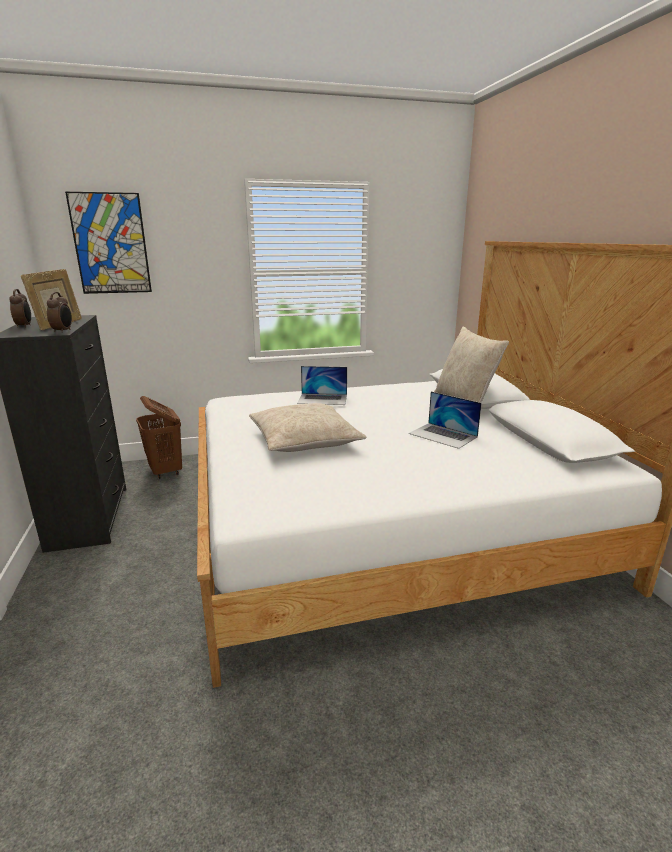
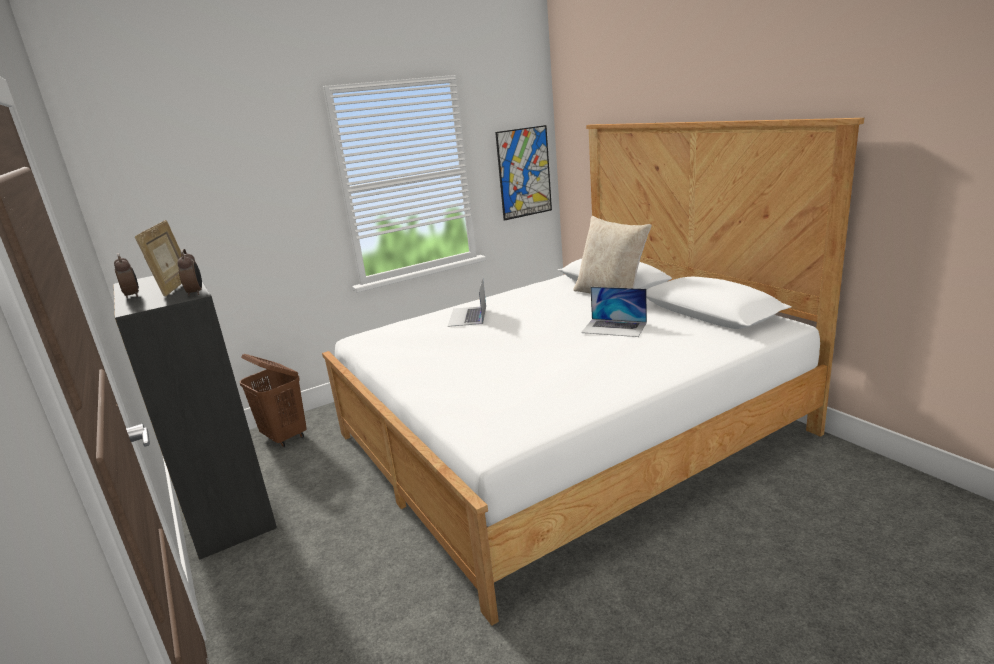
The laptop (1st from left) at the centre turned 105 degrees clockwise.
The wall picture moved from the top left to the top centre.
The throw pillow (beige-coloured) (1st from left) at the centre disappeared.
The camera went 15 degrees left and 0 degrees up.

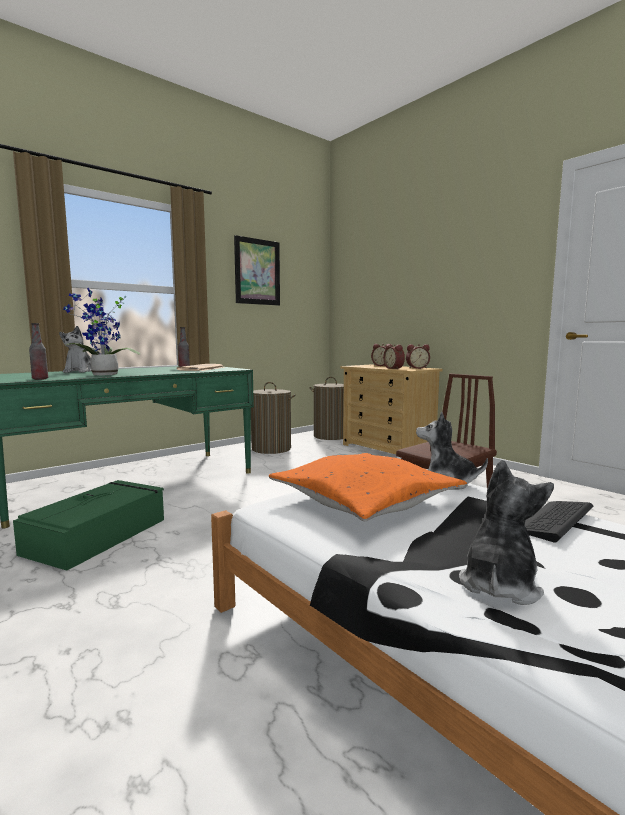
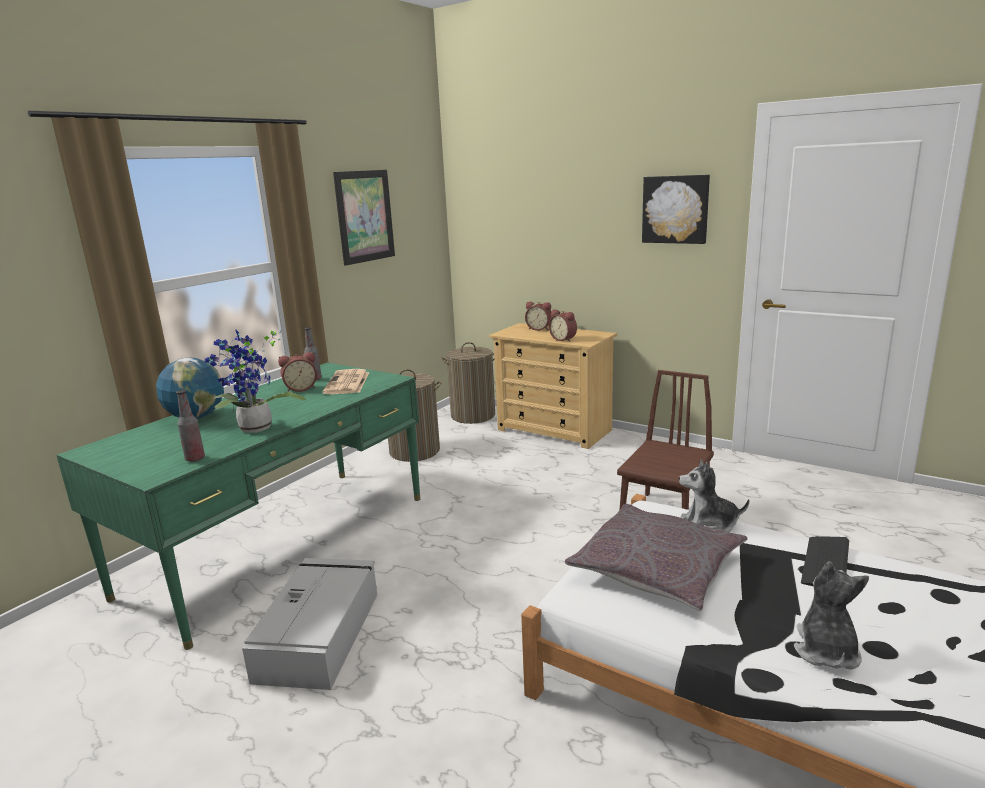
The soft toy (1st from left) at the middle left was replaced by the globe at the middle left.
The storage bin (greenish) at the middle left became the storage bin (greyish) at the bottom left.
The bedside clock (3rd from left in the first image) moved from the middle right to the middle left.
The throw pillow (orangey) at the centre became the throw pillow (greyish) at the bottom centre.
The wall picture (2nd from left) at the top right appeared.
The camera went 15 degrees left and 10 degrees up.

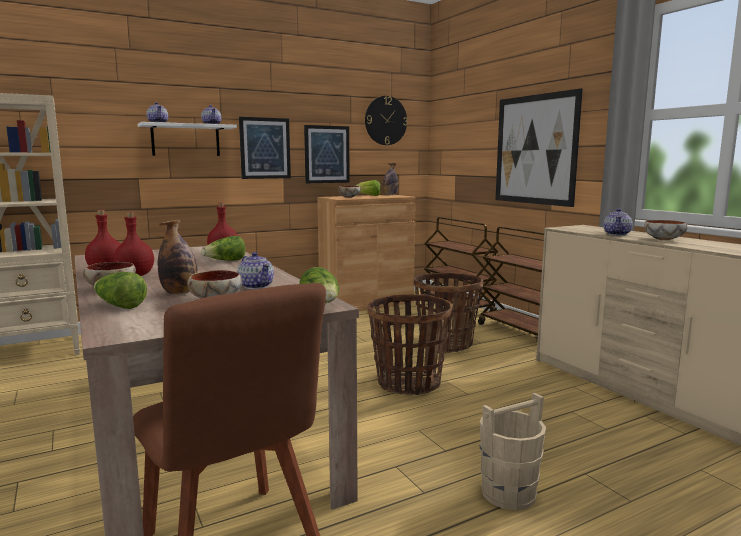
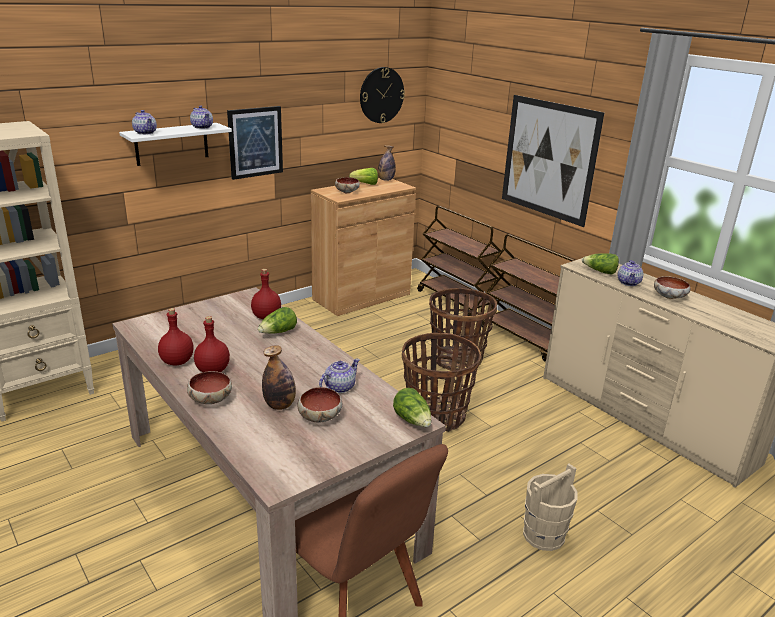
The pot for tea (3rd from left) at the centre turned 90 degrees counterclockwise.
The lettuce (1st from left in the first image) moved from the middle left to the middle right.
The wall picture (2nd from left) at the top centre disappeared.
The camera went 10 degrees left and 15 degrees up.

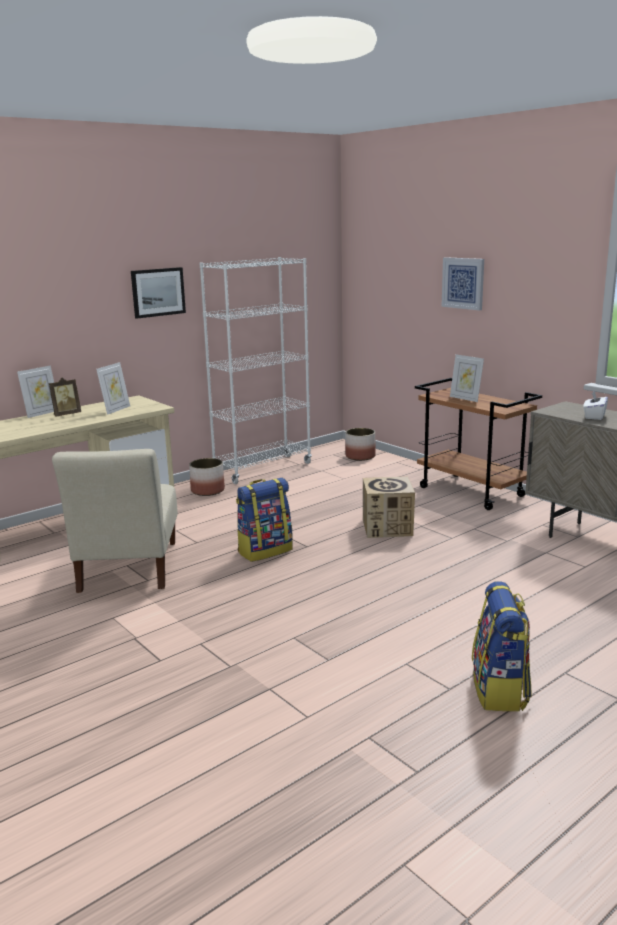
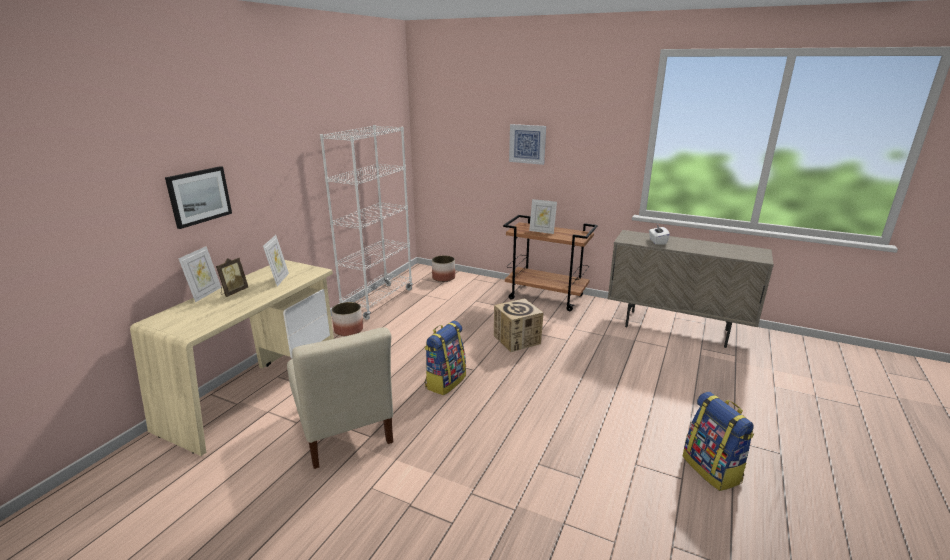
The wall picture (1st from left) moved from the top left to the middle left.
The camera went 25 degrees left and 5 degrees up.

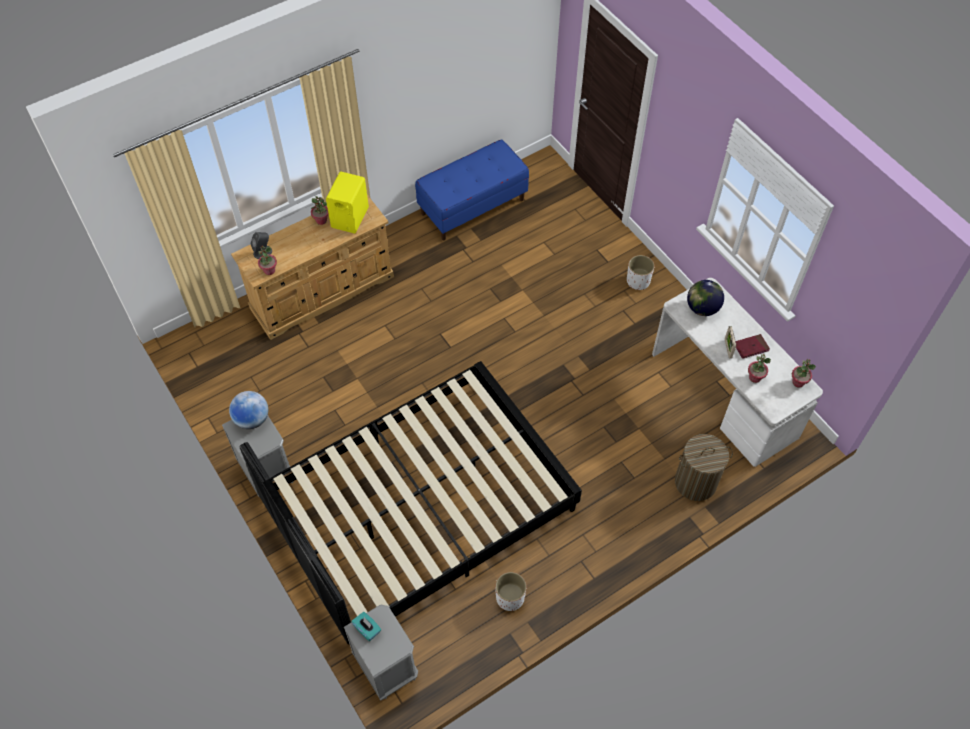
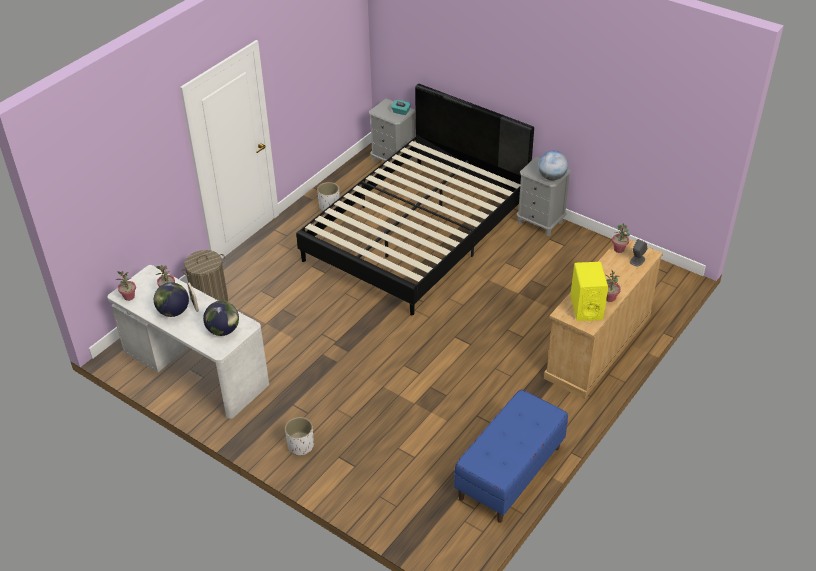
The book (red) at the middle right was replaced by the globe (1st from left) at the middle left.
The camera went 160 degrees right and 15 degrees down.

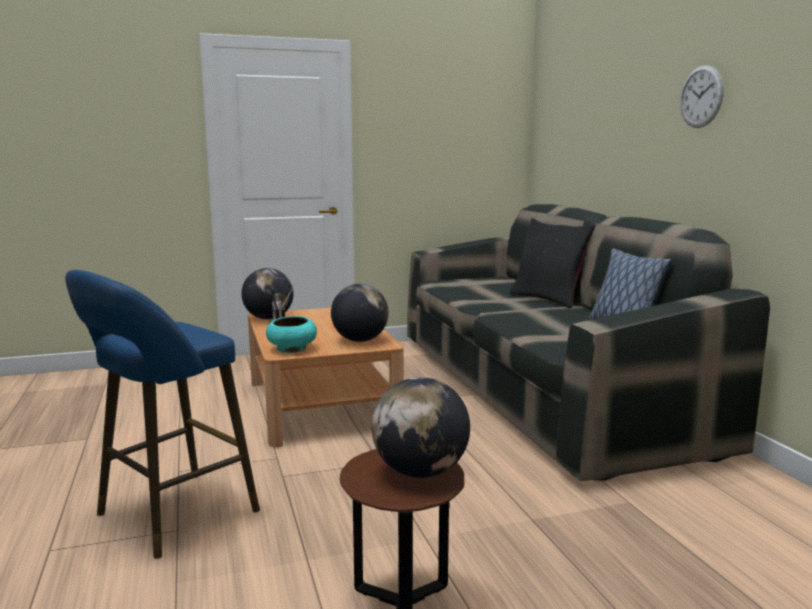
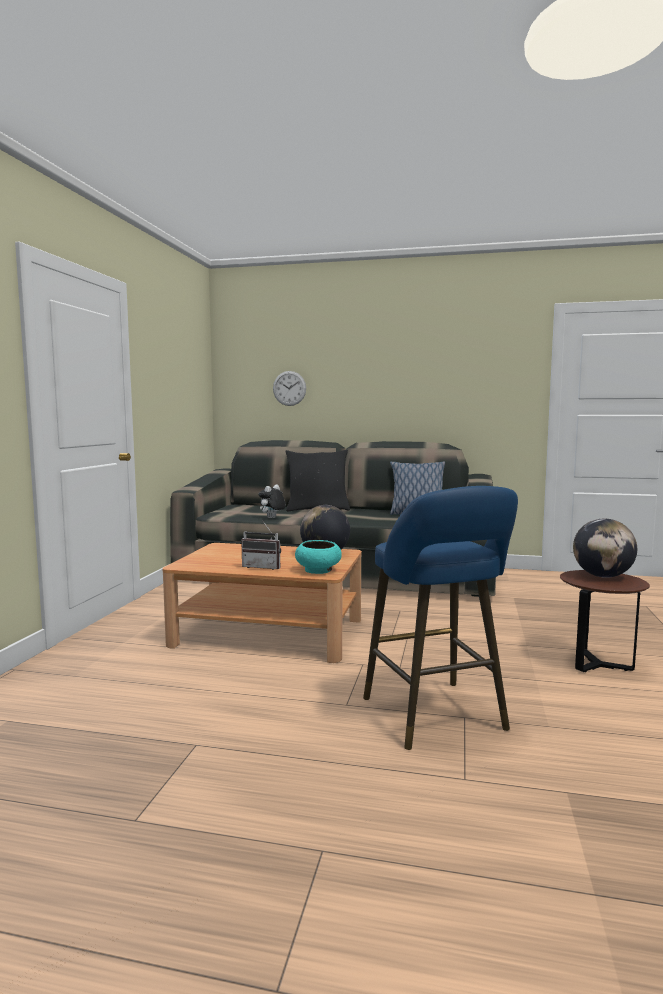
The soft toy at the centre appeared.
The wall clock moved from the top right to the centre.
The globe (1st from left) at the middle left disappeared.
The camera went 60 degrees left and 5 degrees down.

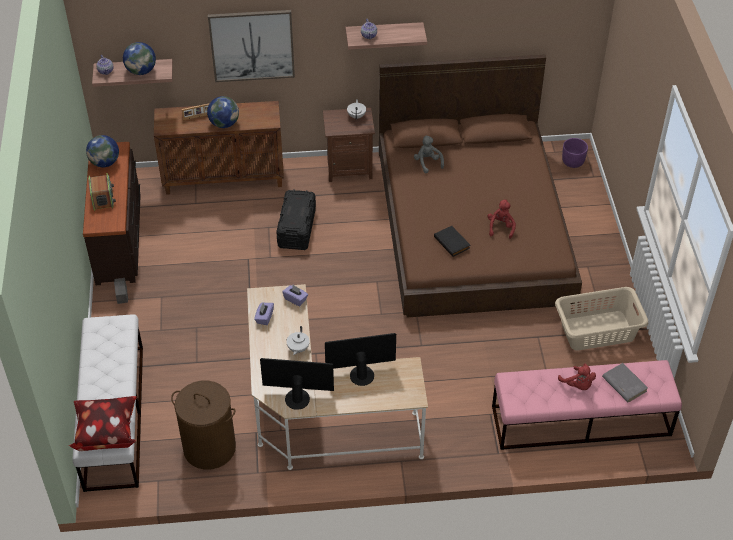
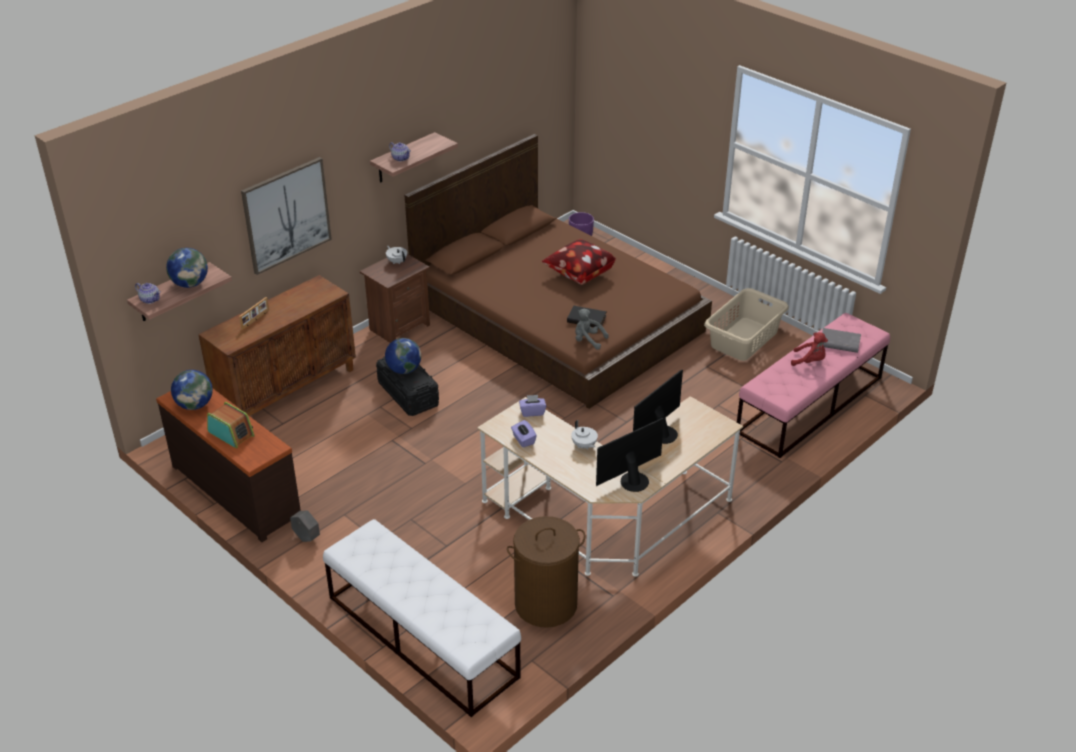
The globe (3rd from left) moved from the top left to the centre.
The throw pillow moved from the bottom left to the centre.
The soft toy (greyish) moved from the top centre to the centre.
The soft toy (red) (1st from left) at the middle right disappeared.
The camera went 40 degrees left and 10 degrees down.

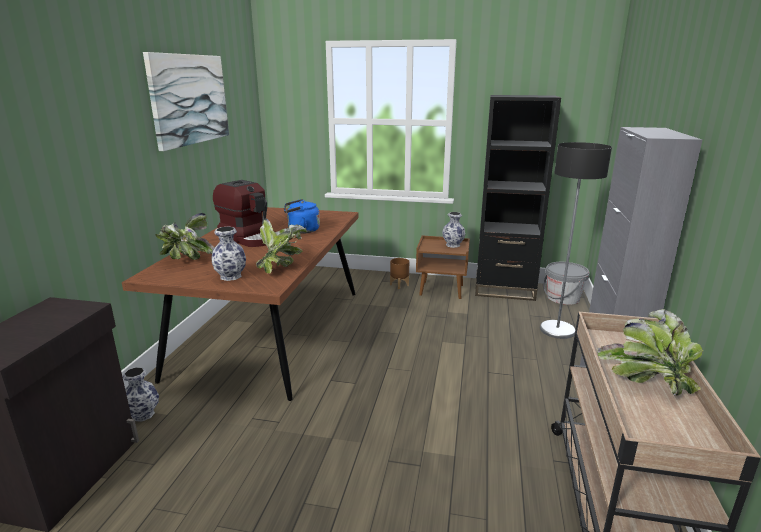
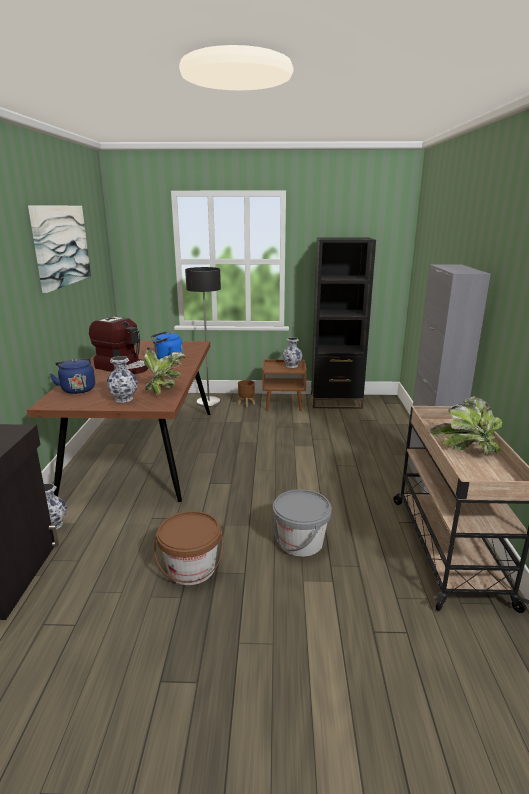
The houseplant (1st from left) at the middle left was replaced by the tea kettle (blue-coloured) (1st from left) at the middle left.
The pail (brownish) at the bottom centre appeared.
The standing lamp moved from the middle right to the centre.
The pail (greyish) moved from the middle right to the centre.
The camera went 10 degrees left and 0 degrees up.

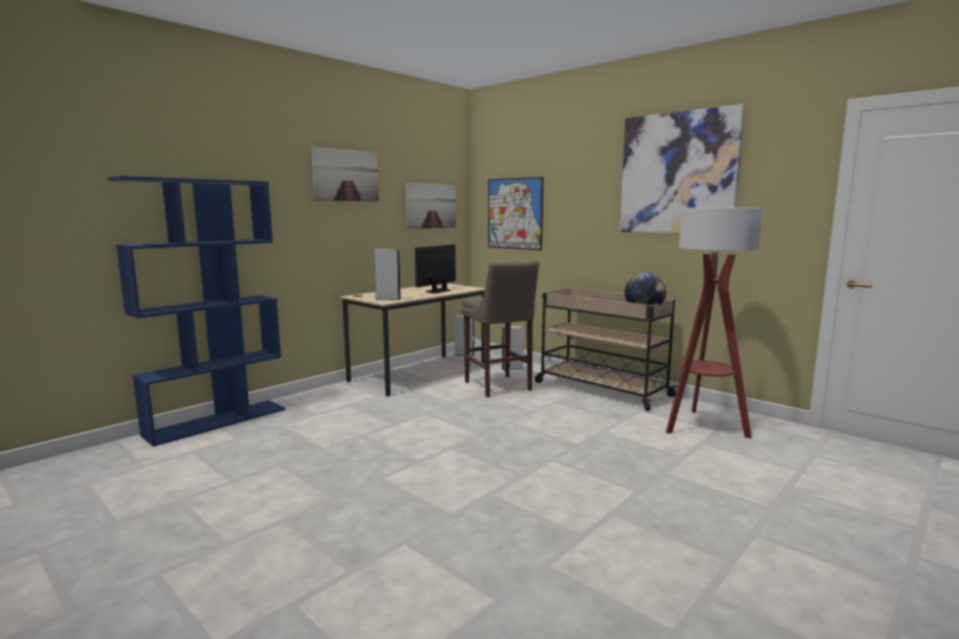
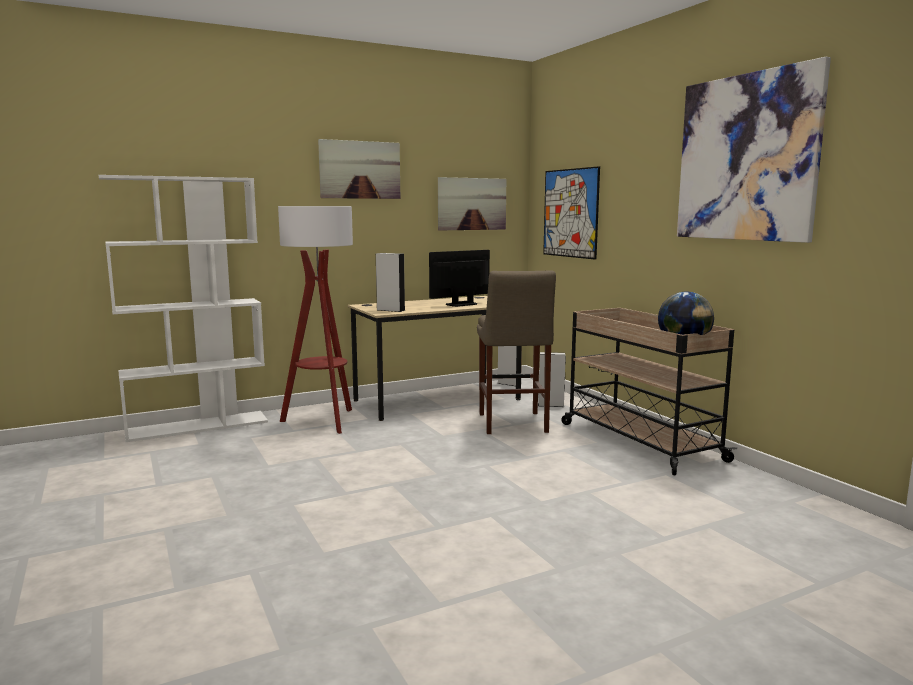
The shelving unit (blue-coloured) at the middle left became the shelving unit (whitish) at the middle left.
The standing lamp moved from the middle right to the centre.
The camera went 20 degrees right and 0 degrees up.

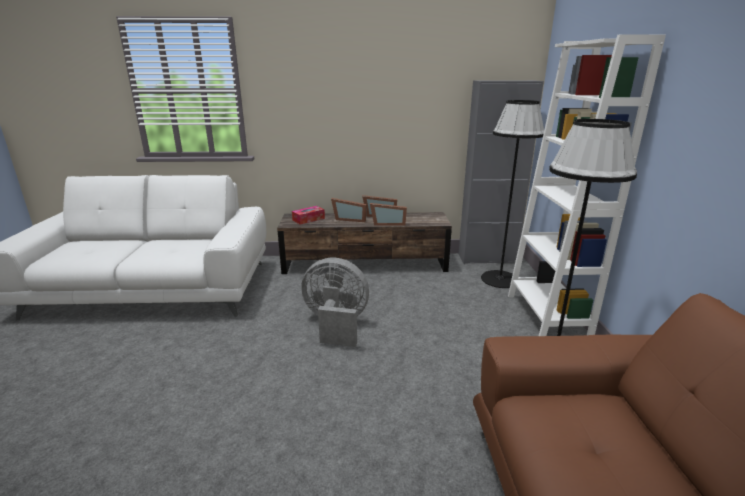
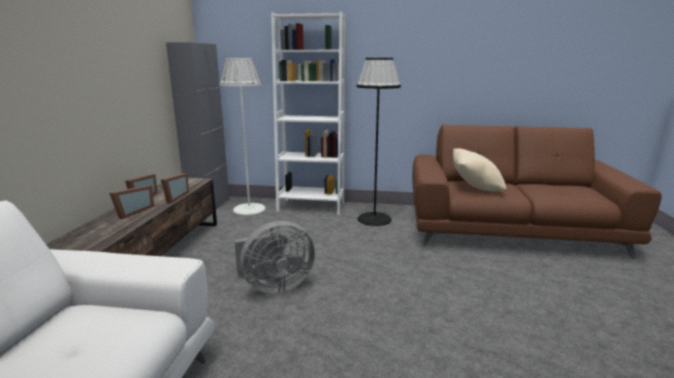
The standing lamp (black) (1st from left) at the middle right became the standing lamp (whitish) at the centre.
The cooling fan (greyish) at the centre turned 135 degrees counterclockwise.
The throw pillow (beige-coloured) at the middle right appeared.
The box of tissues at the centre disappeared.
The camera went 80 degrees left and 5 degrees down.

